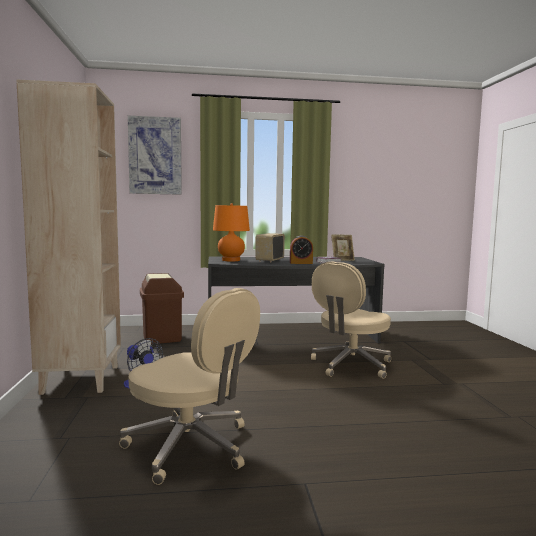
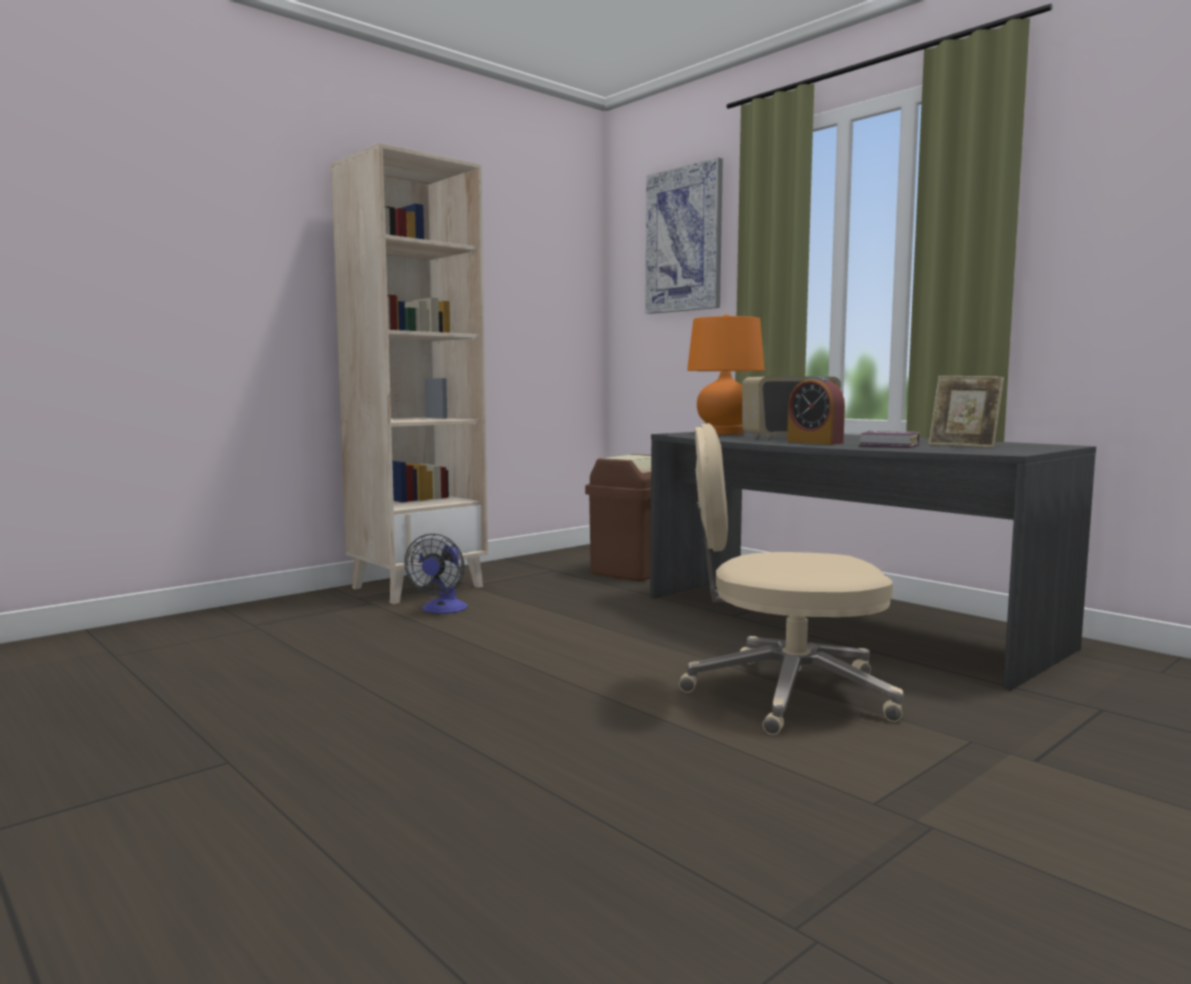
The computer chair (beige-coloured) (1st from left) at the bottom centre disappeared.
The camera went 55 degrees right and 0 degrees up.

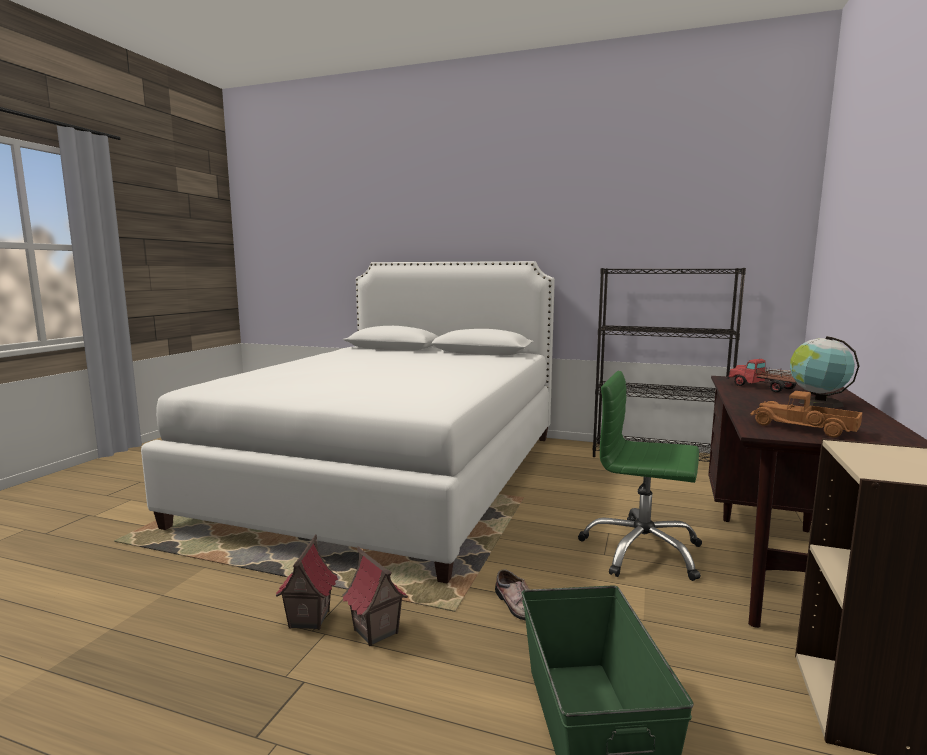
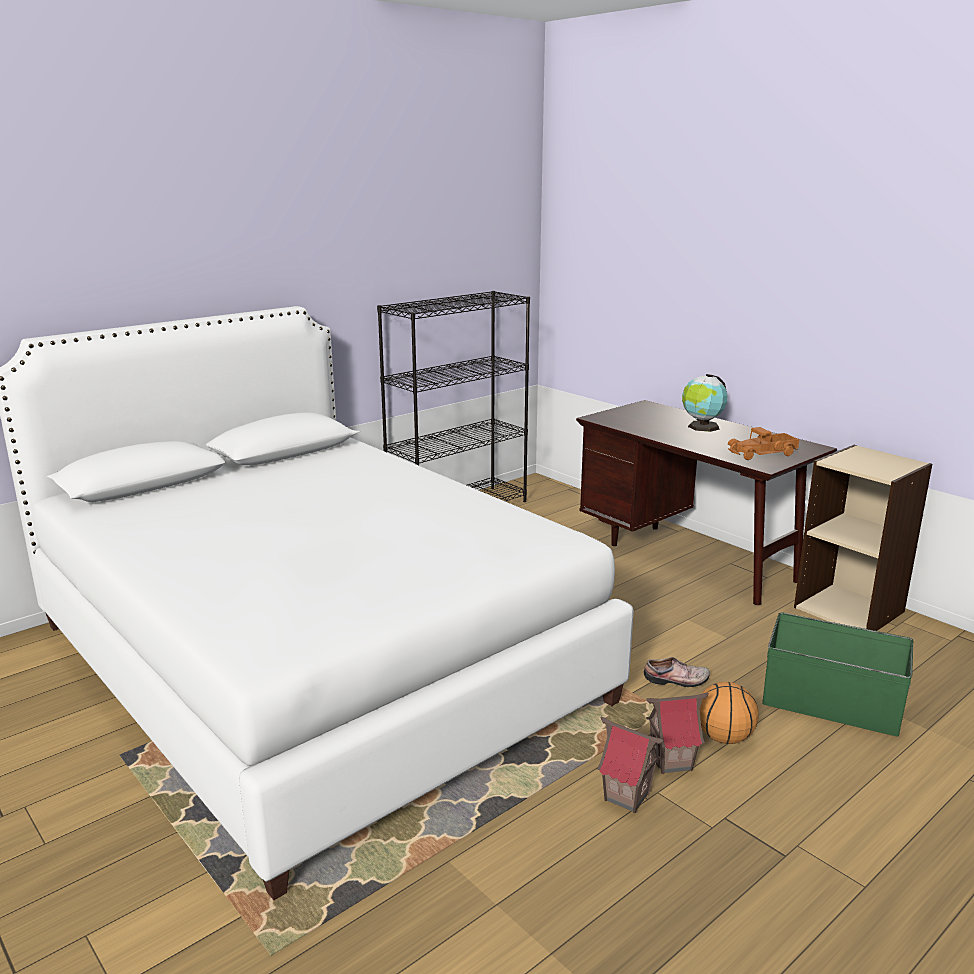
The basketball at the bottom right appeared.
The computer chair (greenish) at the middle right disappeared.
The toy lorry (1st from left) at the middle right disappeared.
The camera went 60 degrees left and 10 degrees up.

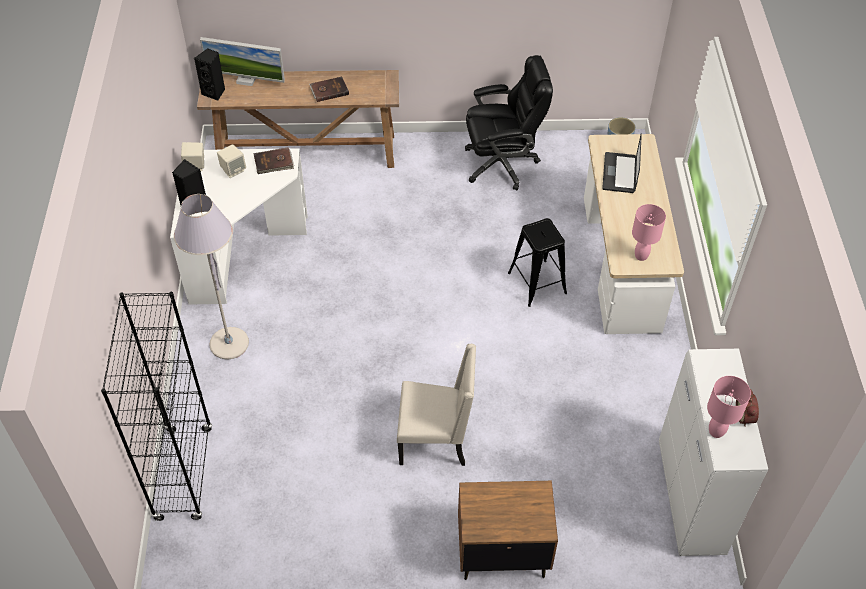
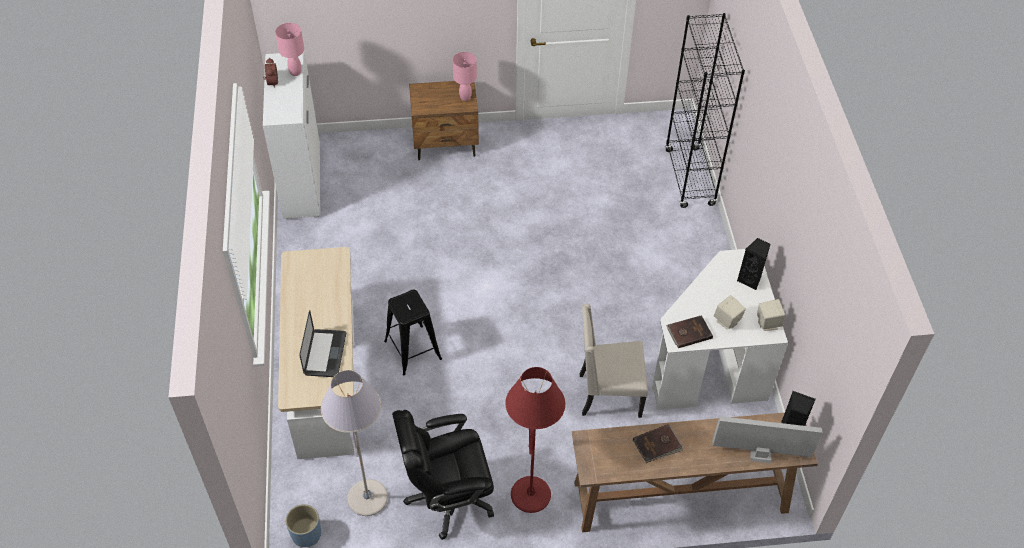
The standing lamp (greyish) moved from the middle left to the bottom centre.
The lamp for a table (pink-coloured) (1st from left in the first image) moved from the middle right to the top centre.
The standing lamp (red) at the bottom centre appeared.
The chair (beige-coloured) moved from the bottom centre to the centre.
The camera went 175 degrees right and 0 degrees up.

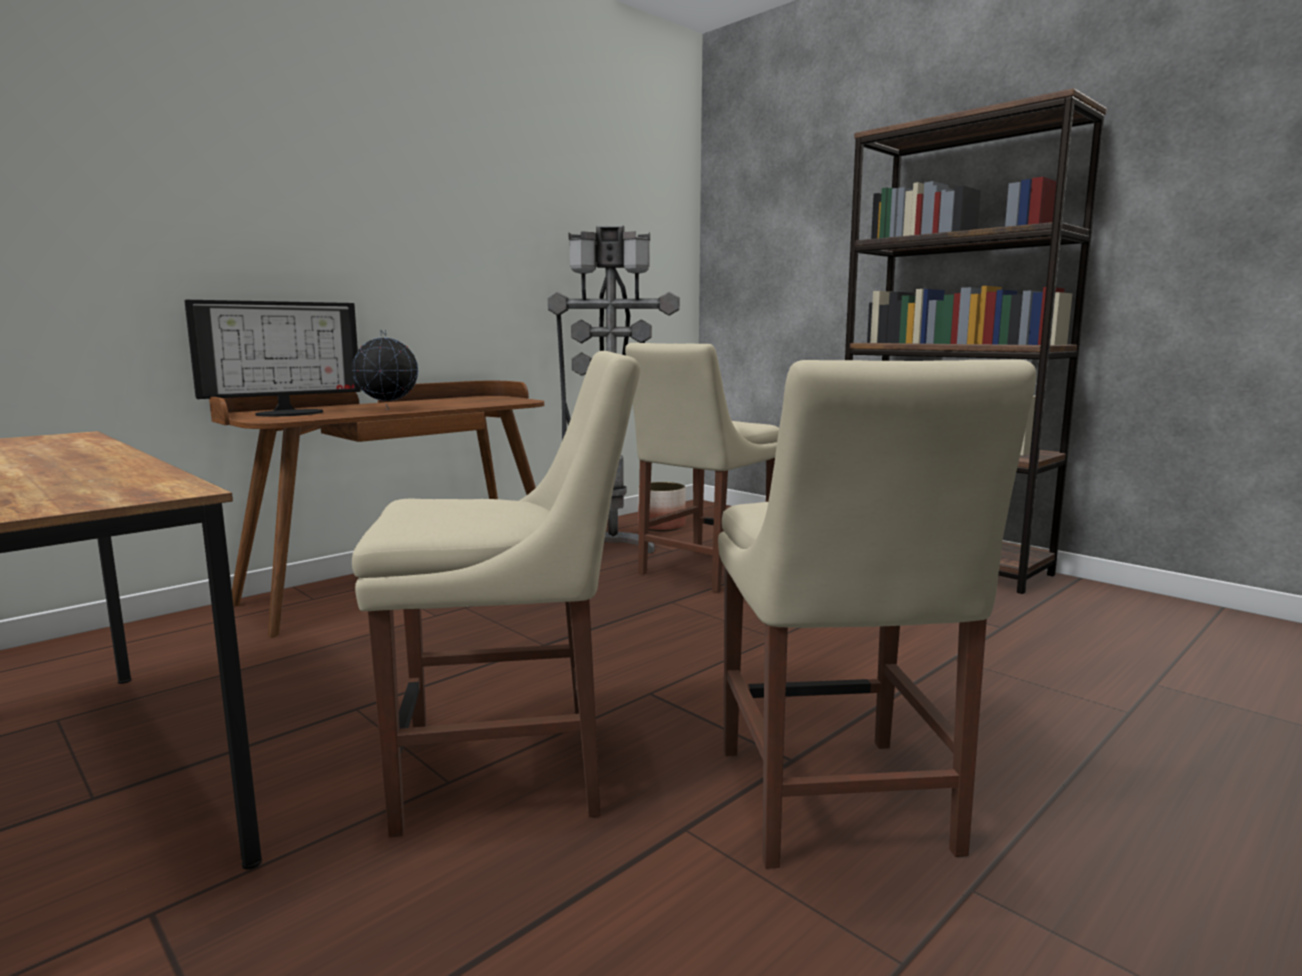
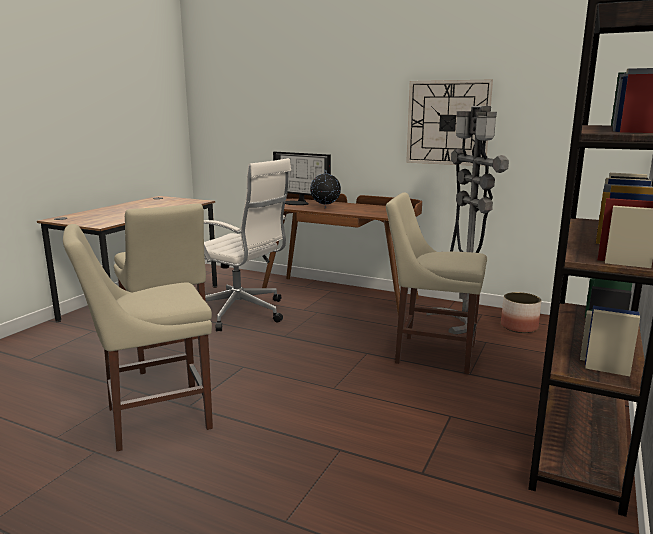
The computer chair (whitish) at the centre appeared.
The wall clock at the top right appeared.
The camera went 70 degrees right and 5 degrees up.

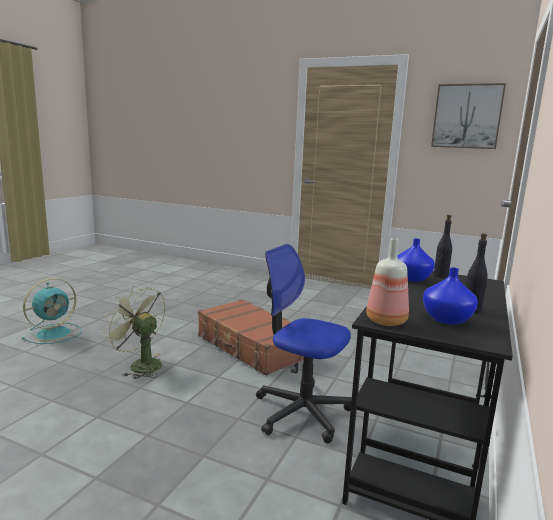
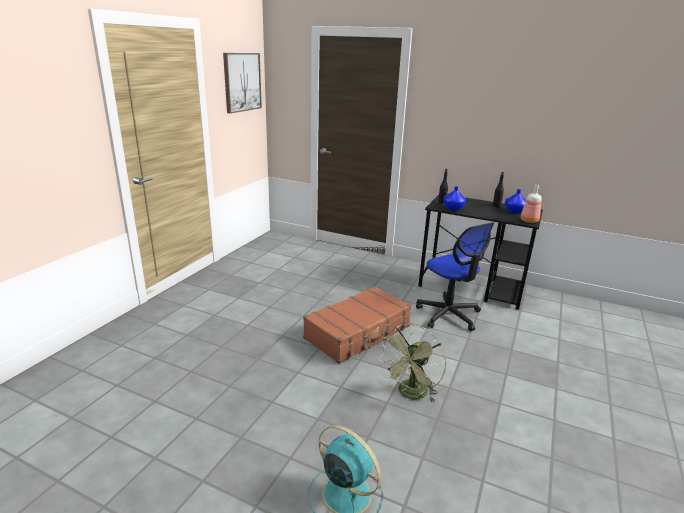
The computer chair at the centre turned 60 degrees counterclockwise.
The camera went 90 degrees left and 10 degrees up.

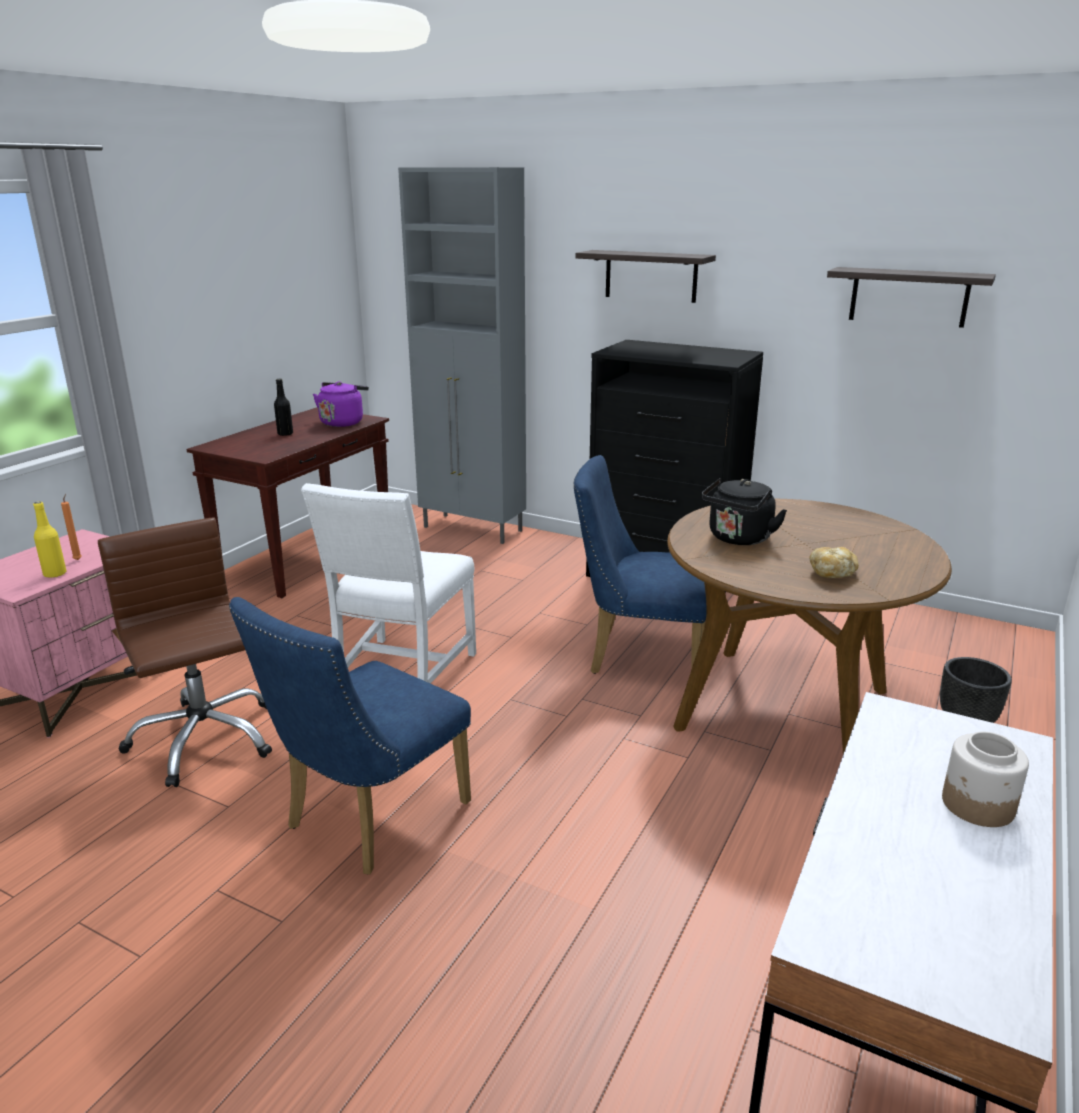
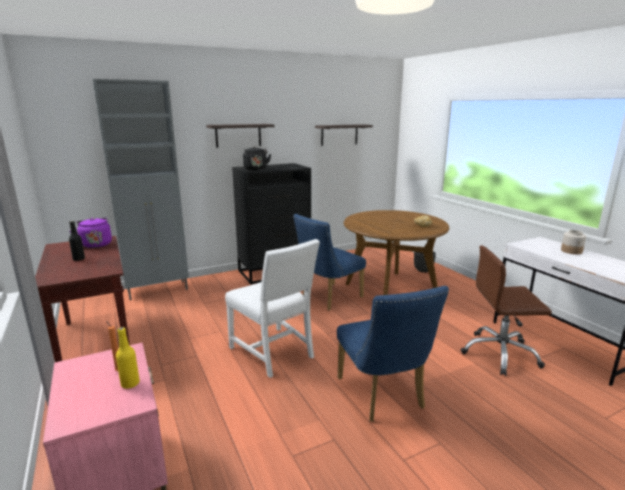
The tea kettle (black) moved from the middle right to the top centre.
The computer chair (brownish) moved from the middle left to the middle right.
The camera went 55 degrees left and 5 degrees down.

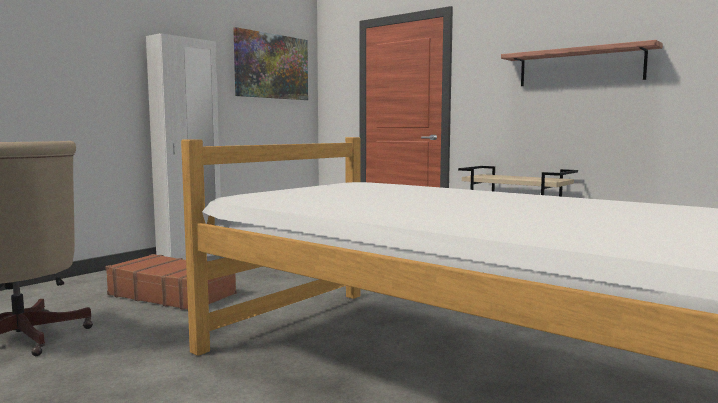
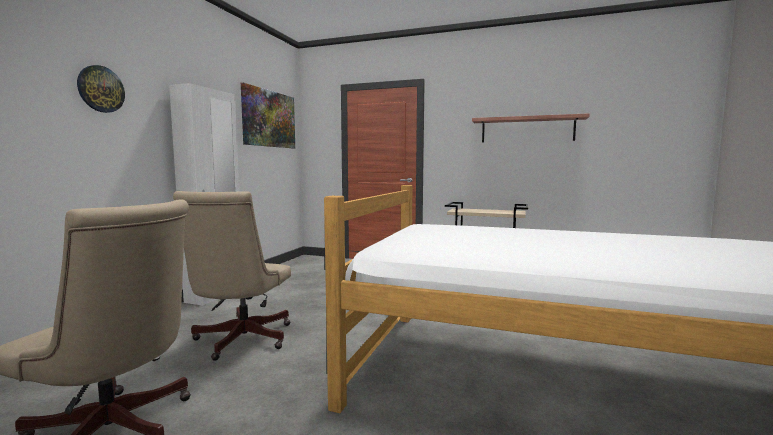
The wall clock at the top left appeared.
The piece of luggage (brownish) at the bottom left was replaced by the computer chair (beige-coloured) (2nd from left) at the middle left.
The camera went 20 degrees left and 0 degrees up.

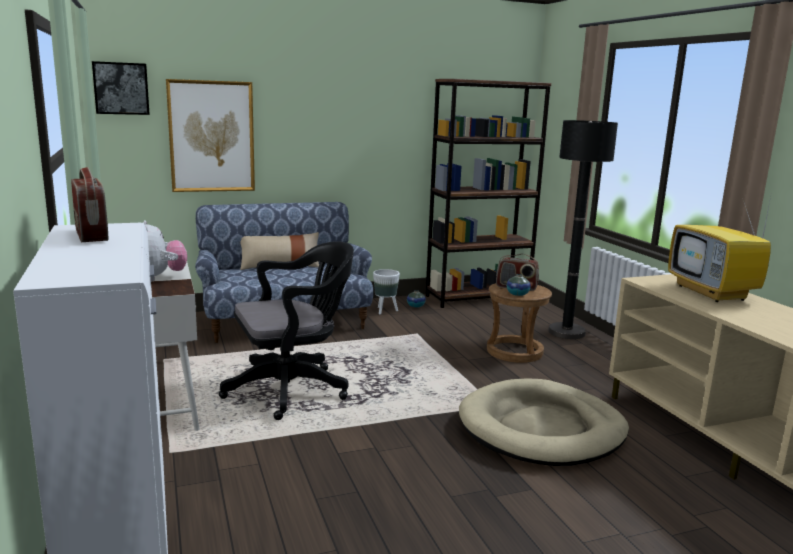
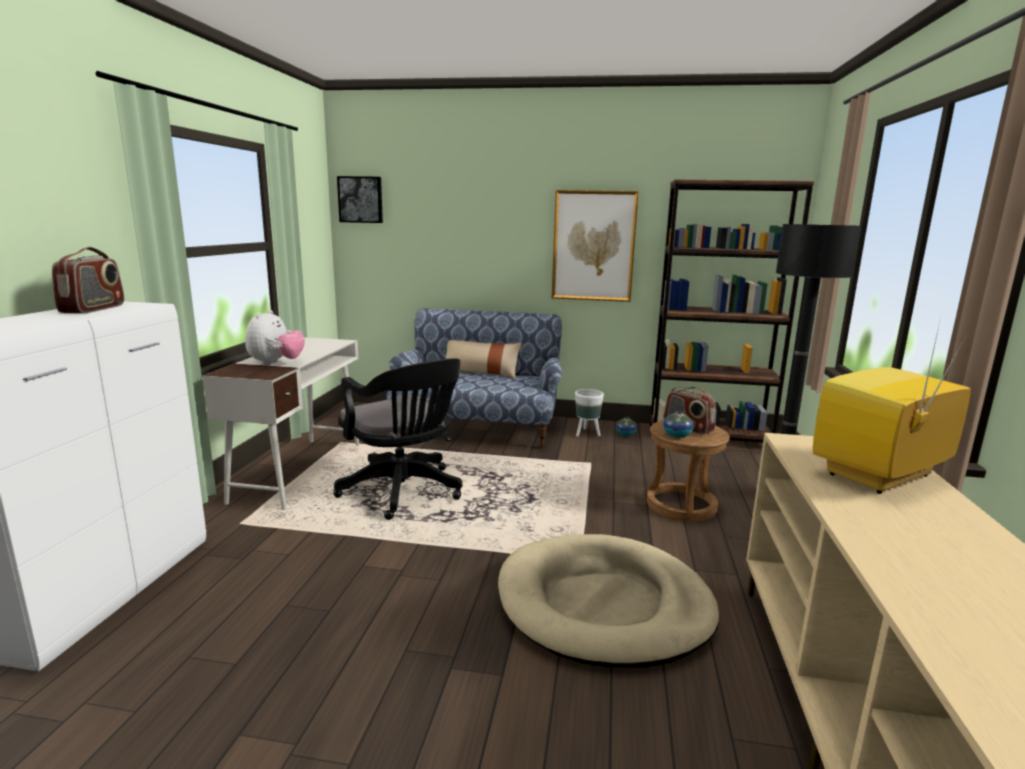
The computer chair (black) at the centre turned 45 degrees clockwise.
The wall picture (2nd from left) moved from the top left to the top centre.
The TV at the middle right turned 45 degrees clockwise.
The camera went 30 degrees right and 0 degrees up.

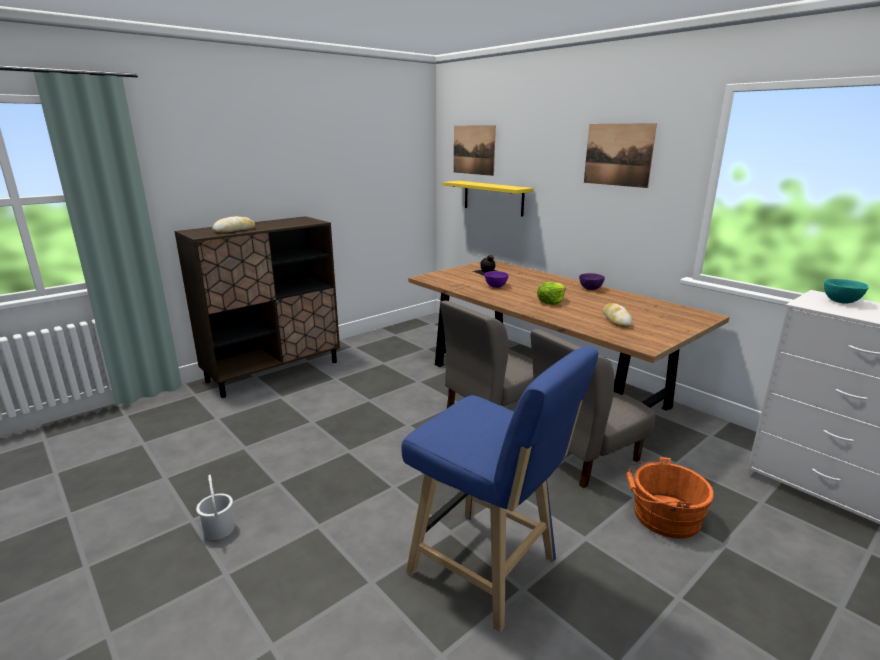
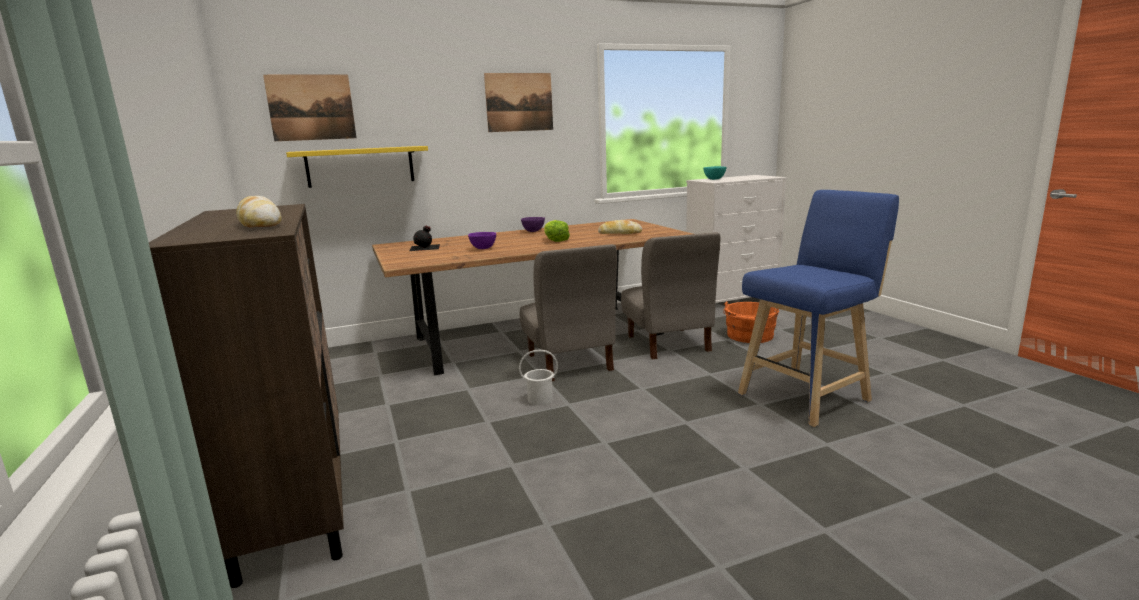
The pail (whitish) moved from the bottom left to the centre.
The camera went 70 degrees left and 5 degrees down.

